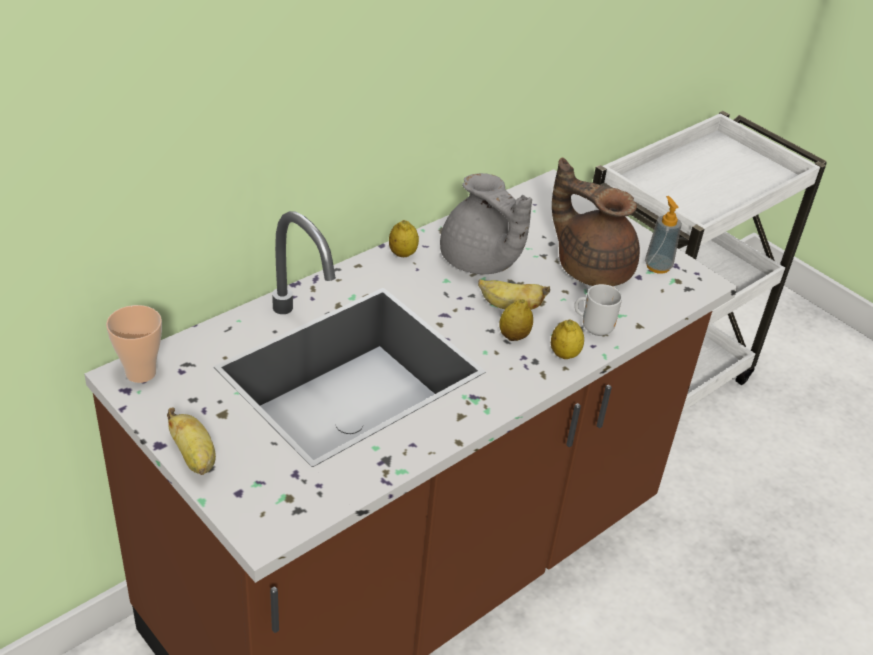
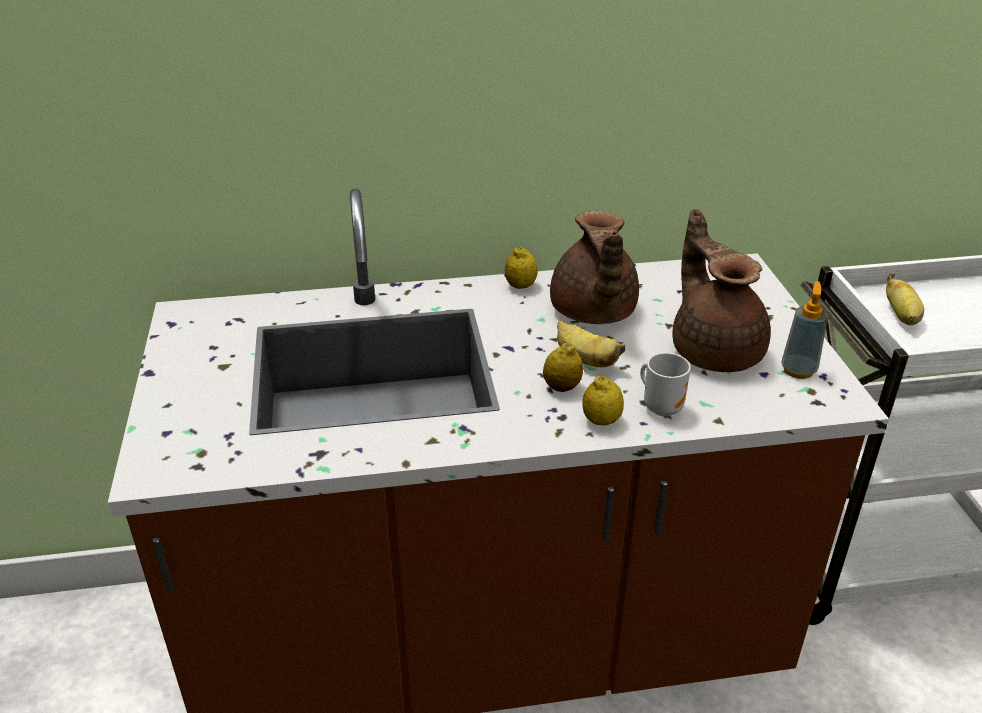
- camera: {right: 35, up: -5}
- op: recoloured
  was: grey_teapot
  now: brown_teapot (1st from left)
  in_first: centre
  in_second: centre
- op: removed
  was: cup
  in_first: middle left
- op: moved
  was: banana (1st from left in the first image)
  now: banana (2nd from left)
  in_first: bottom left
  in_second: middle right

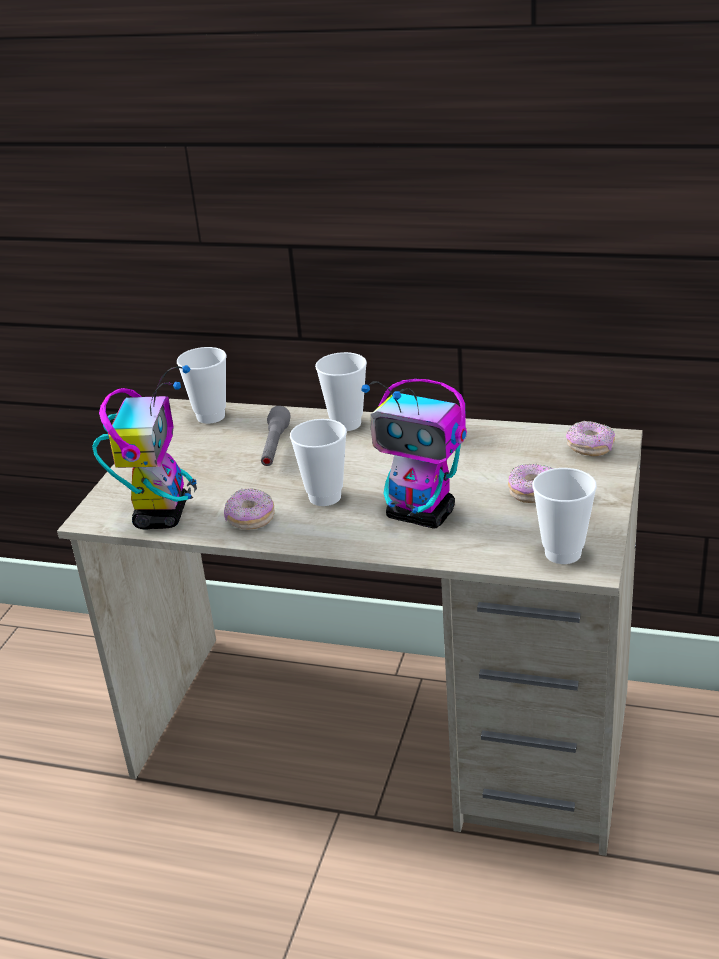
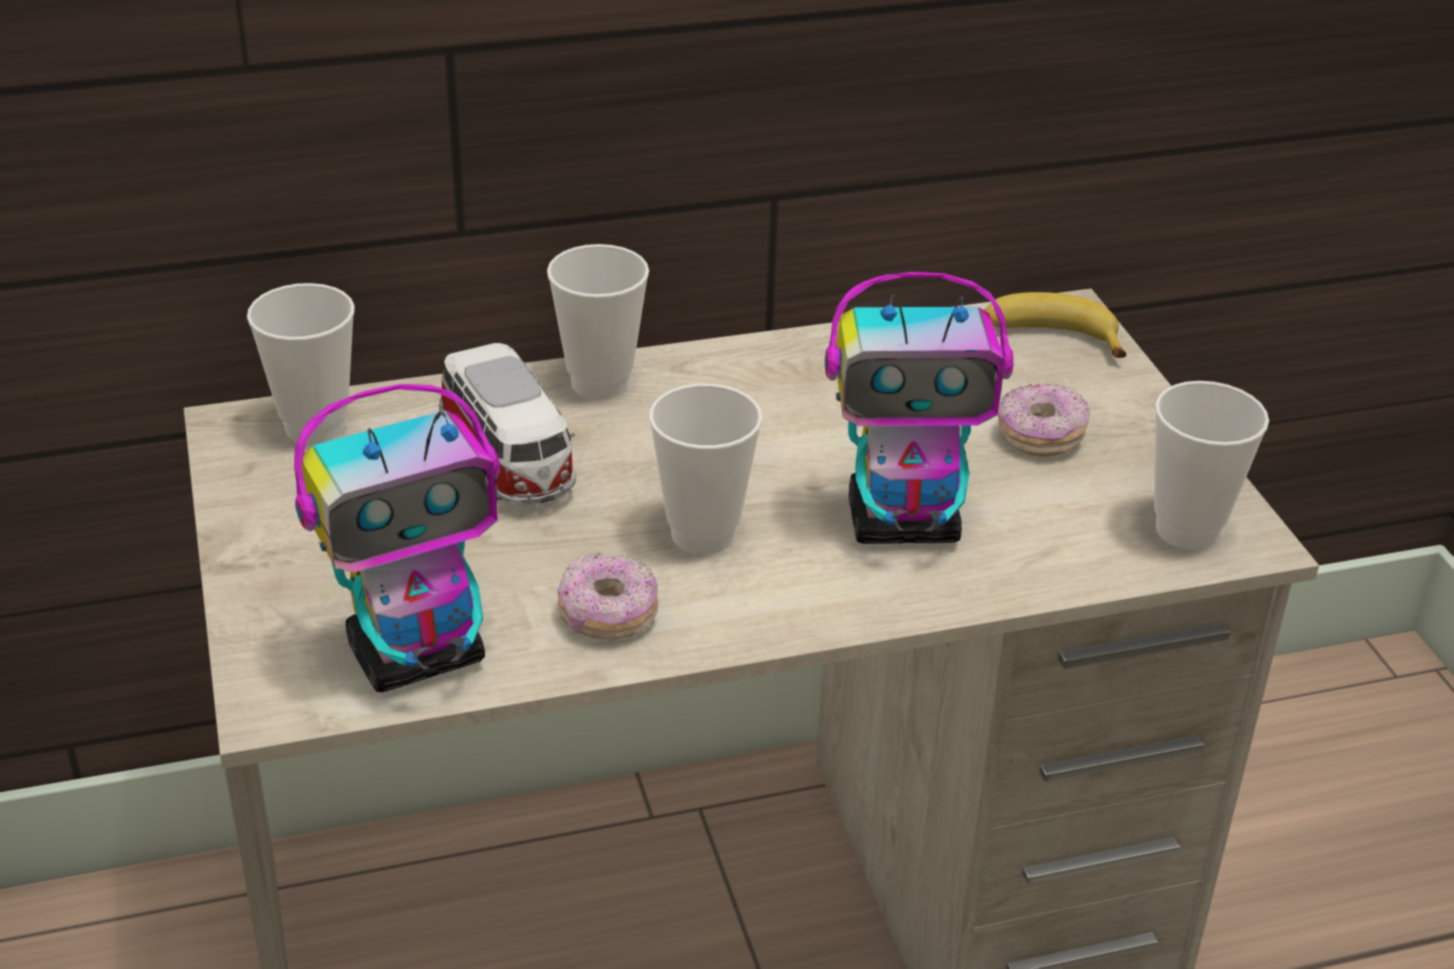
- camera: {right: -35, up: 5}
- op: turned
  was: toy_robot (1st from left)
  in_first: middle left
  in_second: middle left
  clockwise: 90
- op: replaced
  was: grey_flashlight
  now: toy_car
  in_first: centre
  in_second: centre
- op: replaced
  was: donut (3rd from left)
  now: banana
  in_first: middle right
  in_second: middle right

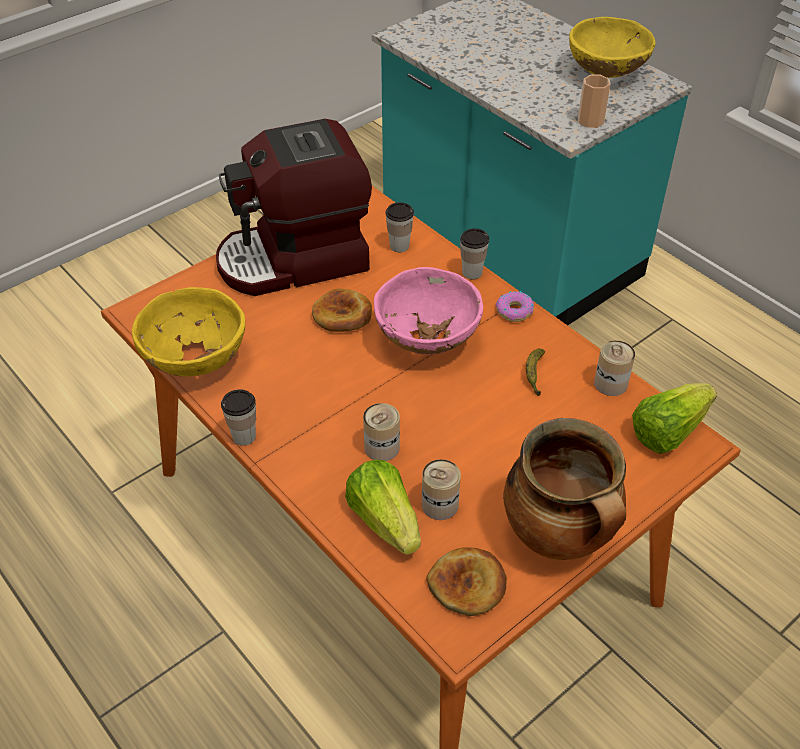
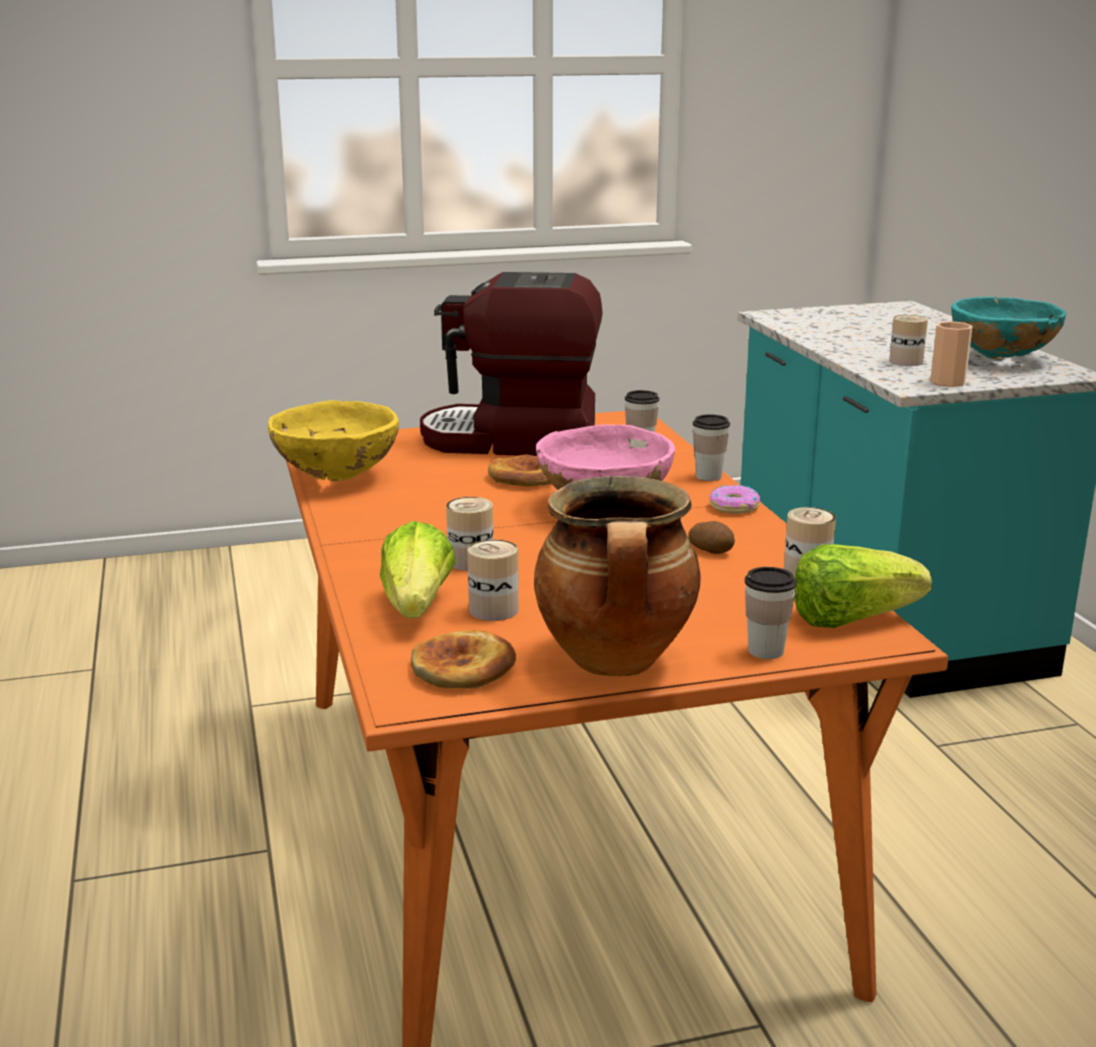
- camera: {right: 25, up: -25}
- op: recoloured
  was: yellow_bowl (2nd from left)
  now: turquoise_bowl
  in_first: top right
  in_second: top right
- op: replaced
  was: banana
  now: potato
  in_first: middle right
  in_second: centre
- op: moved
  was: cup (1st from left in the first image)
  now: cup (3rd from left)
  in_first: middle left
  in_second: middle right
- op: added
  now: can (4th from left)
  in_second: top right

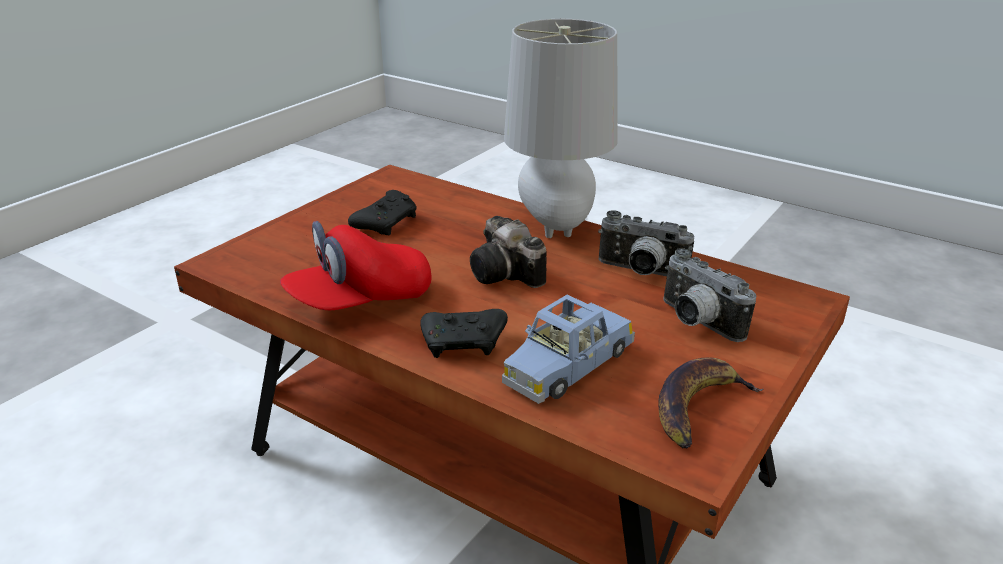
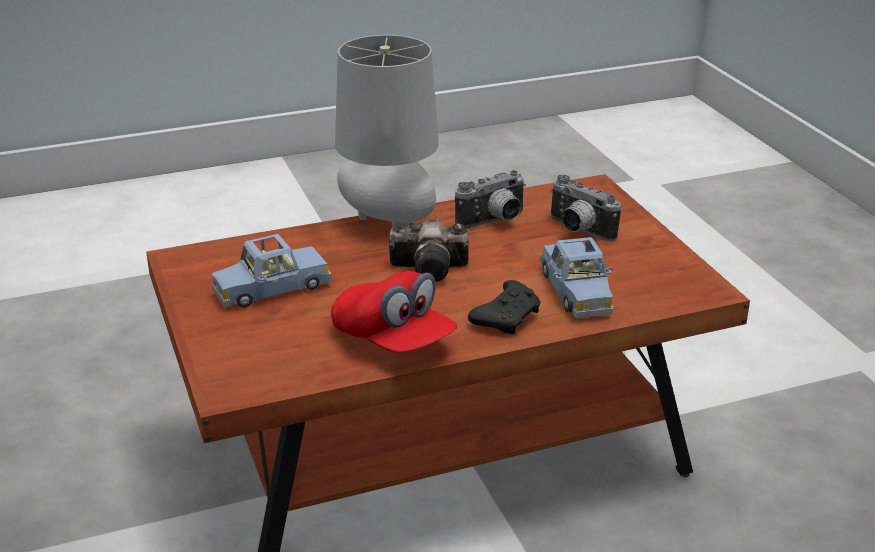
- camera: {right: -55, up: 0}
- op: replaced
  was: black_game_controller (1st from left)
  now: blue_toy_car (1st from left)
  in_first: centre
  in_second: middle left
- op: turned
  was: red_cap
  in_first: centre
  in_second: centre
  clockwise: -45
- op: turned
  was: photo_camera (3rd from left)
  in_first: middle right
  in_second: middle right
  clockwise: 45
- op: removed
  was: banana
  in_first: bottom right

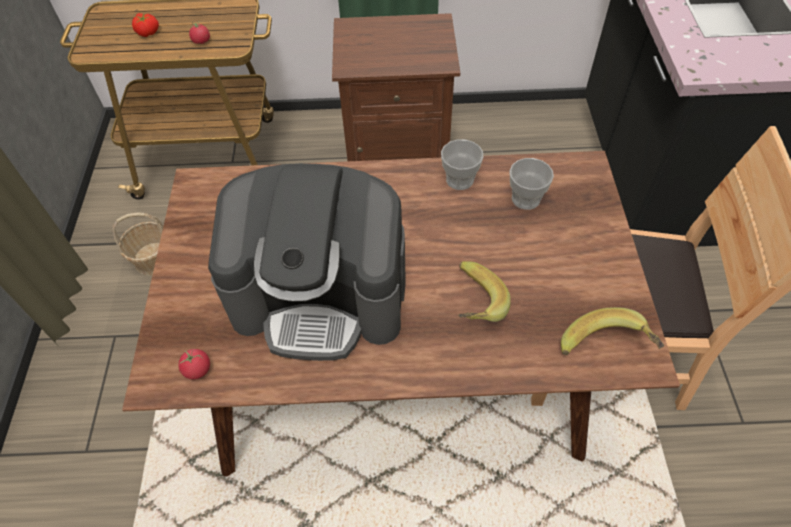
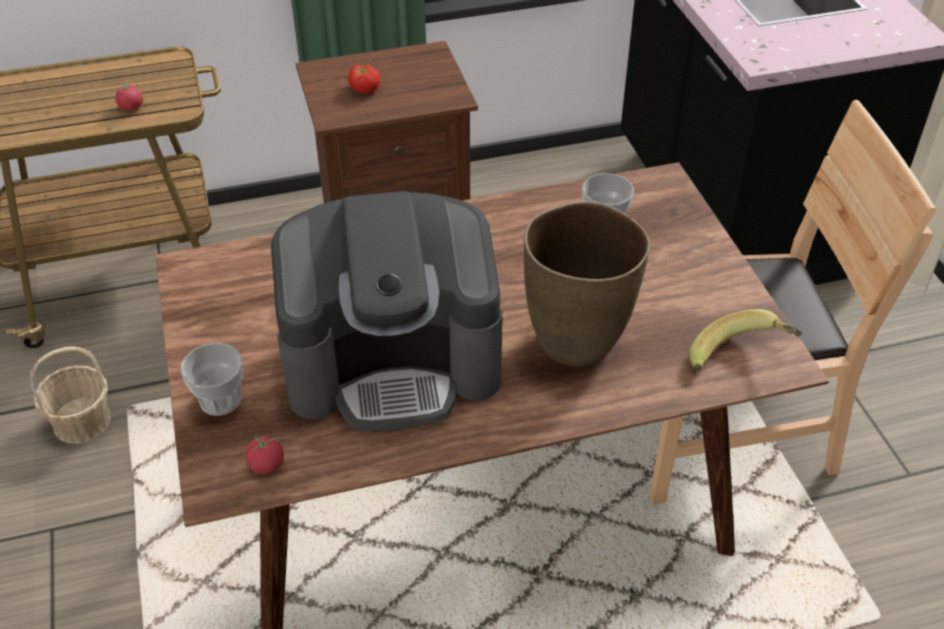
- camera: {right: -15, up: -10}
- op: moved
  was: tomato (1st from left in the first image)
  now: tomato (3rd from left)
  in_first: top left
  in_second: top centre
- op: moved
  was: cup (1st from left)
  in_first: top centre
  in_second: middle left
- op: replaced
  was: banana (1st from left)
  now: brown_vase
  in_first: centre
  in_second: centre

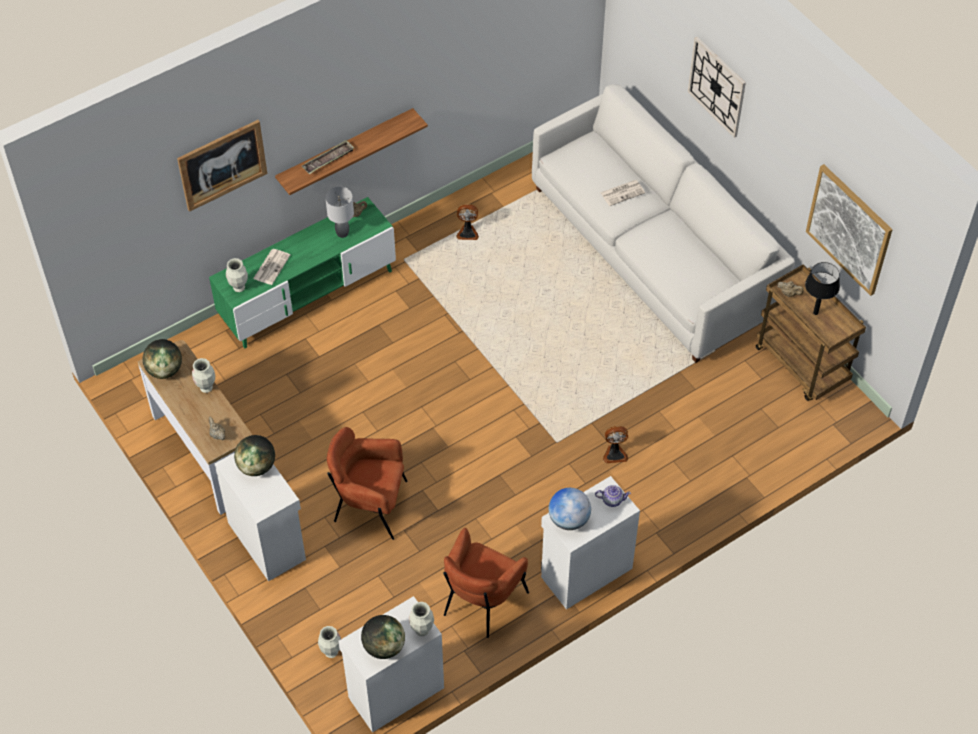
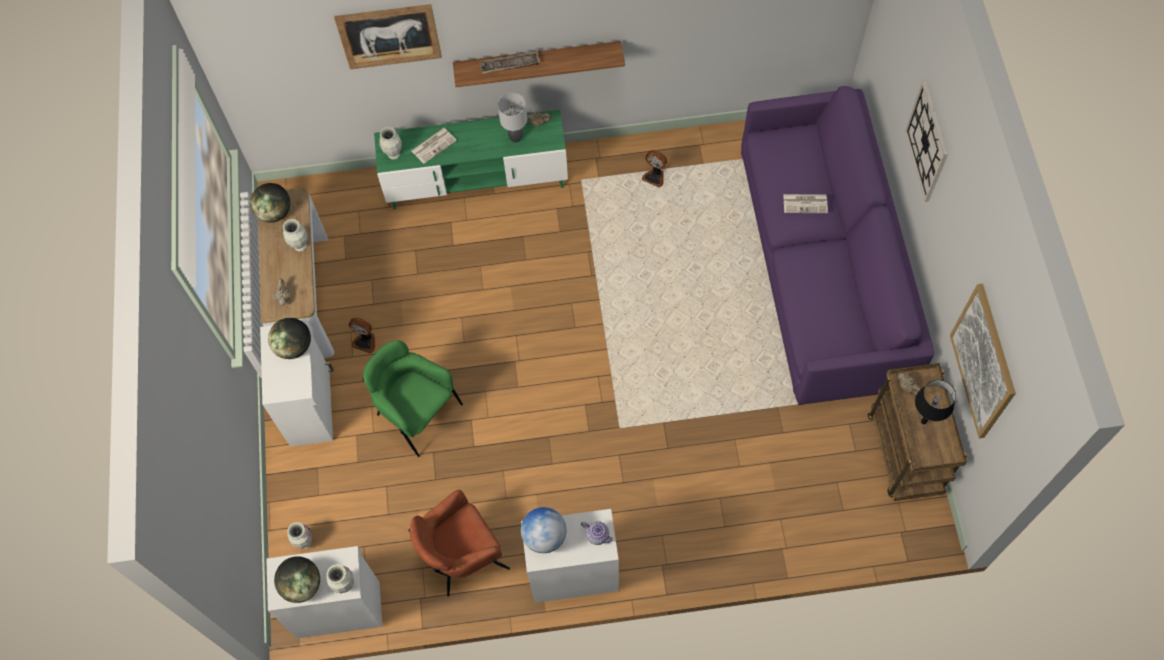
- camera: {right: 30, up: 10}
- op: recoloured
  was: white_sofa
  now: purple_sofa
  in_first: top right
  in_second: middle right
- op: moved
  was: fan (2nd from left in the first image)
  now: fan (1st from left)
  in_first: centre
  in_second: middle left
- op: recoloured
  was: brown_armchair (1st from left)
  now: green_armchair
  in_first: centre
  in_second: centre

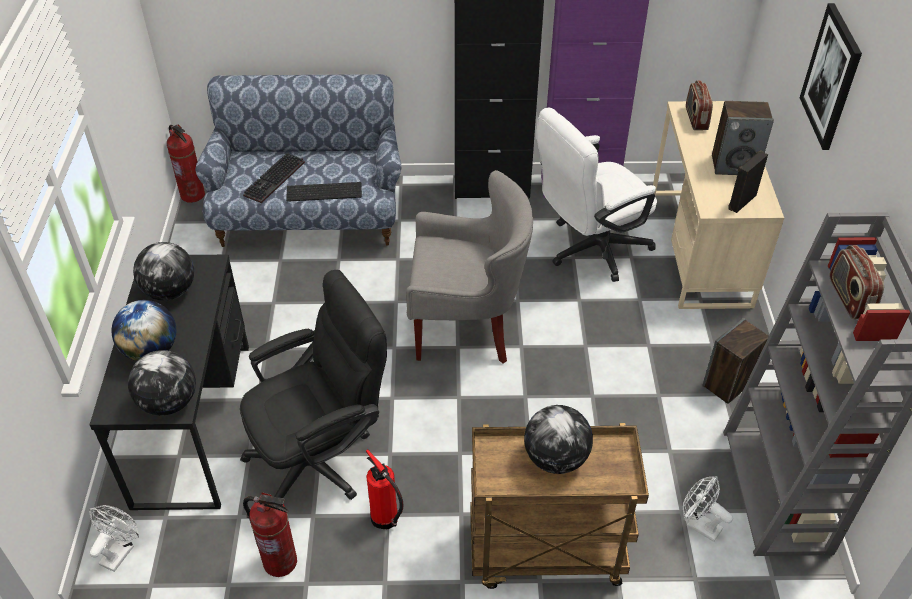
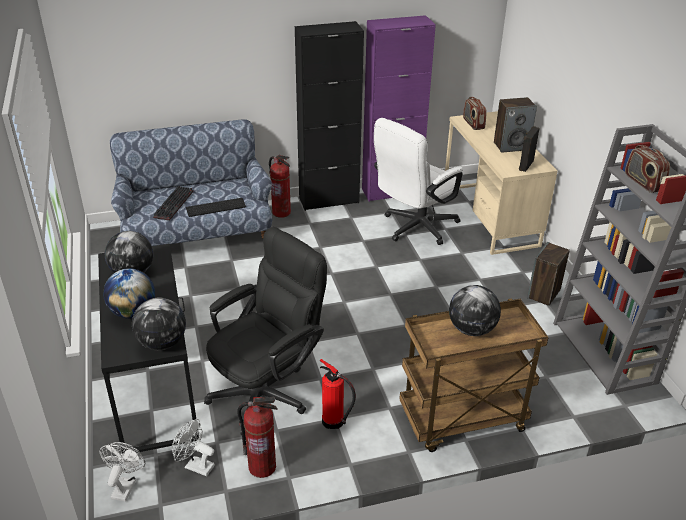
- camera: {right: -15, up: -10}
- op: removed
  was: picture
  in_first: top right
- op: moved
  was: fire_extinguisher (1st from left in the first image)
  now: fire_extinguisher (2nd from left)
  in_first: top left
  in_second: centre
- op: removed
  was: grey_armchair
  in_first: centre
- op: moved
  was: white_fan (2nd from left)
  in_first: bottom right
  in_second: bottom left

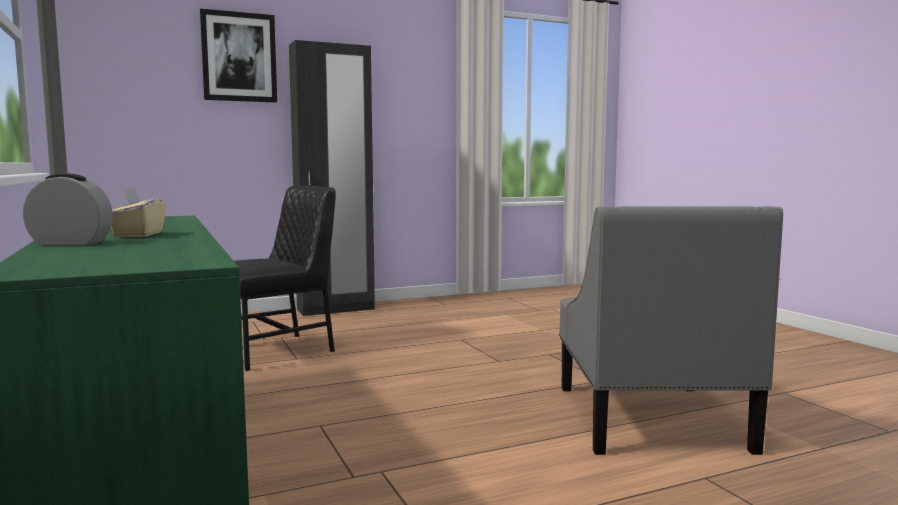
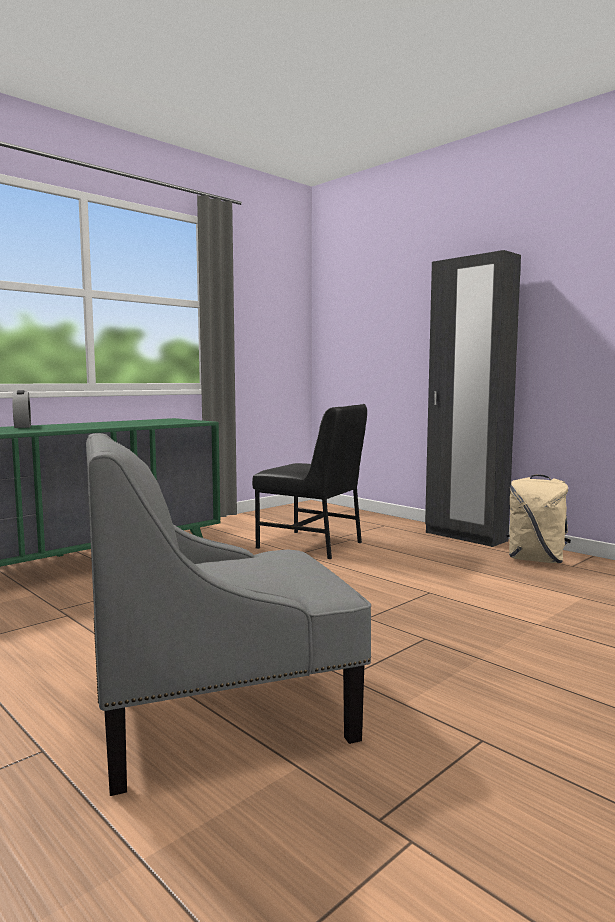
- camera: {right: 70, up: 0}
- op: removed
  was: picture
  in_first: top left
- op: removed
  was: beige_tissue_box
  in_first: middle left
- op: added
  now: beige_backpack
  in_second: middle right

